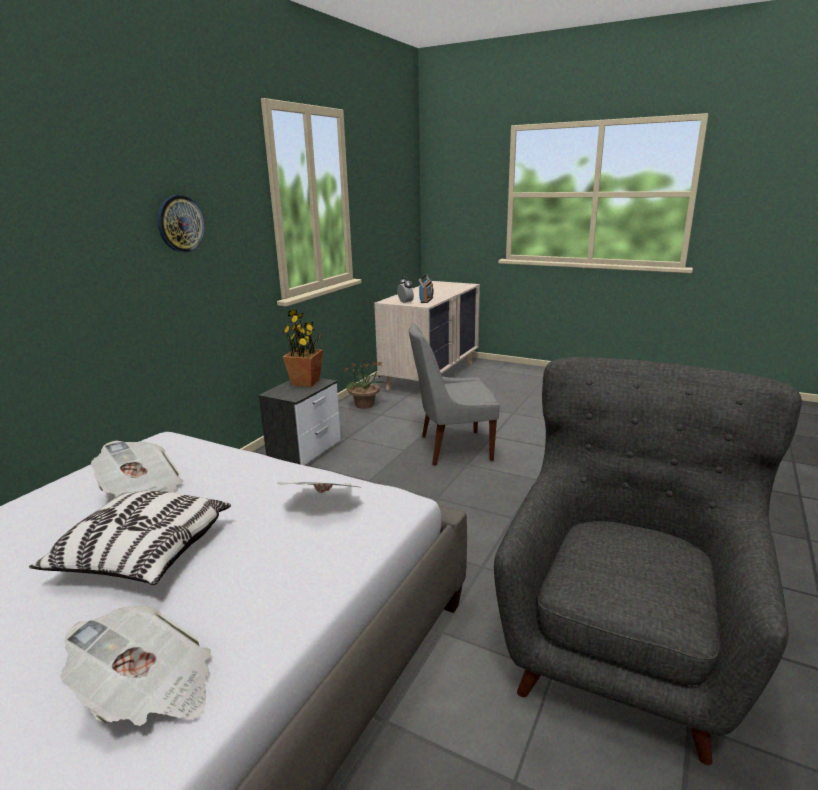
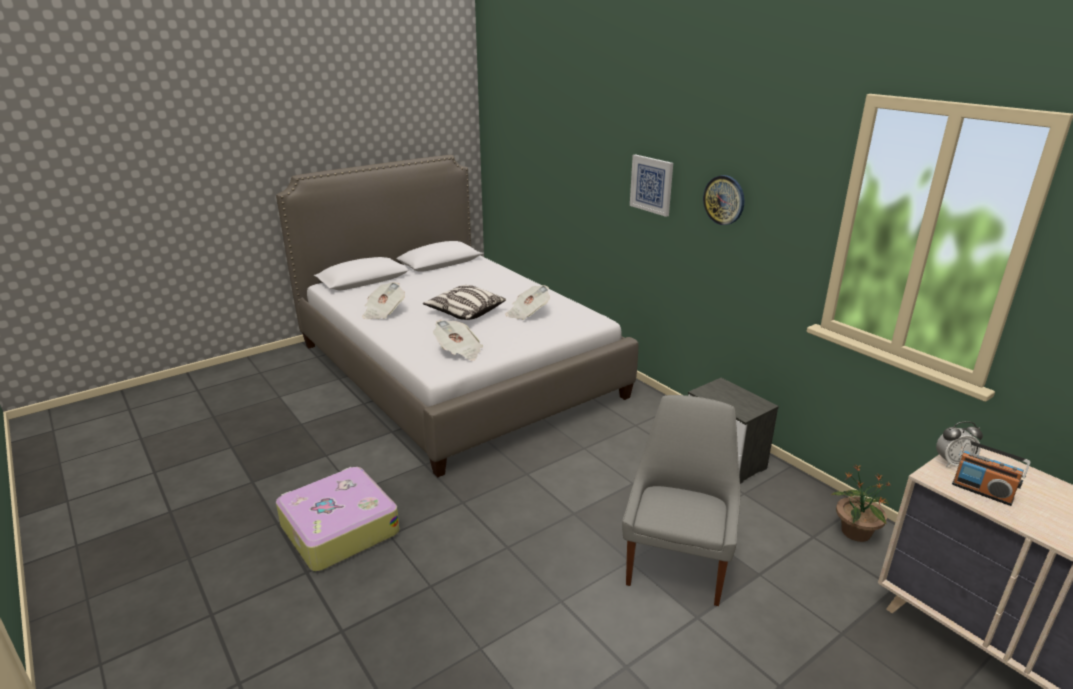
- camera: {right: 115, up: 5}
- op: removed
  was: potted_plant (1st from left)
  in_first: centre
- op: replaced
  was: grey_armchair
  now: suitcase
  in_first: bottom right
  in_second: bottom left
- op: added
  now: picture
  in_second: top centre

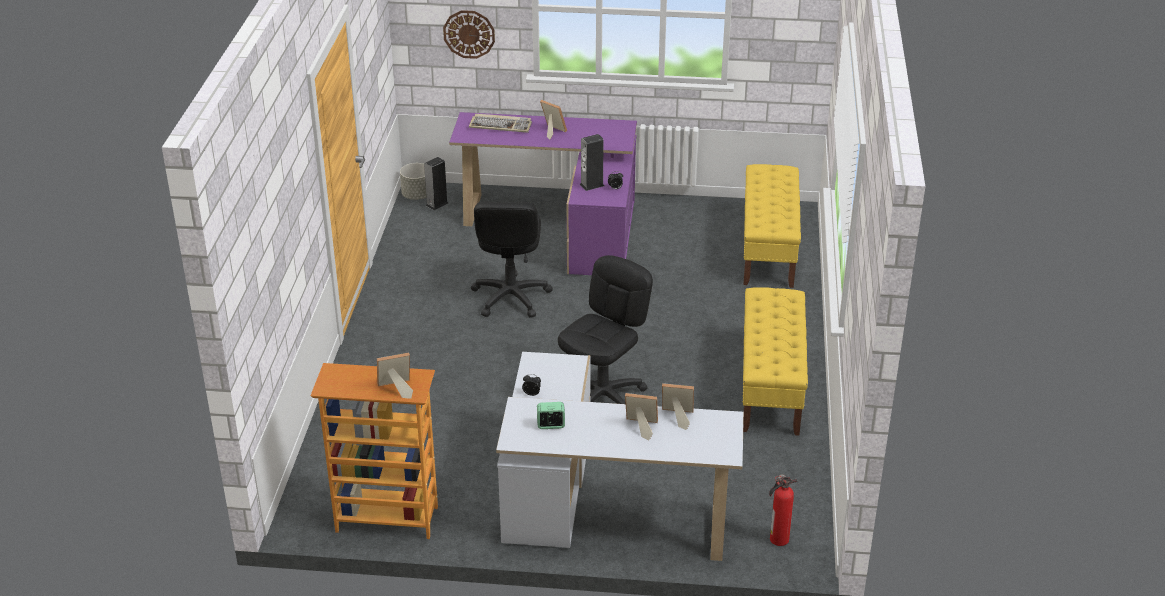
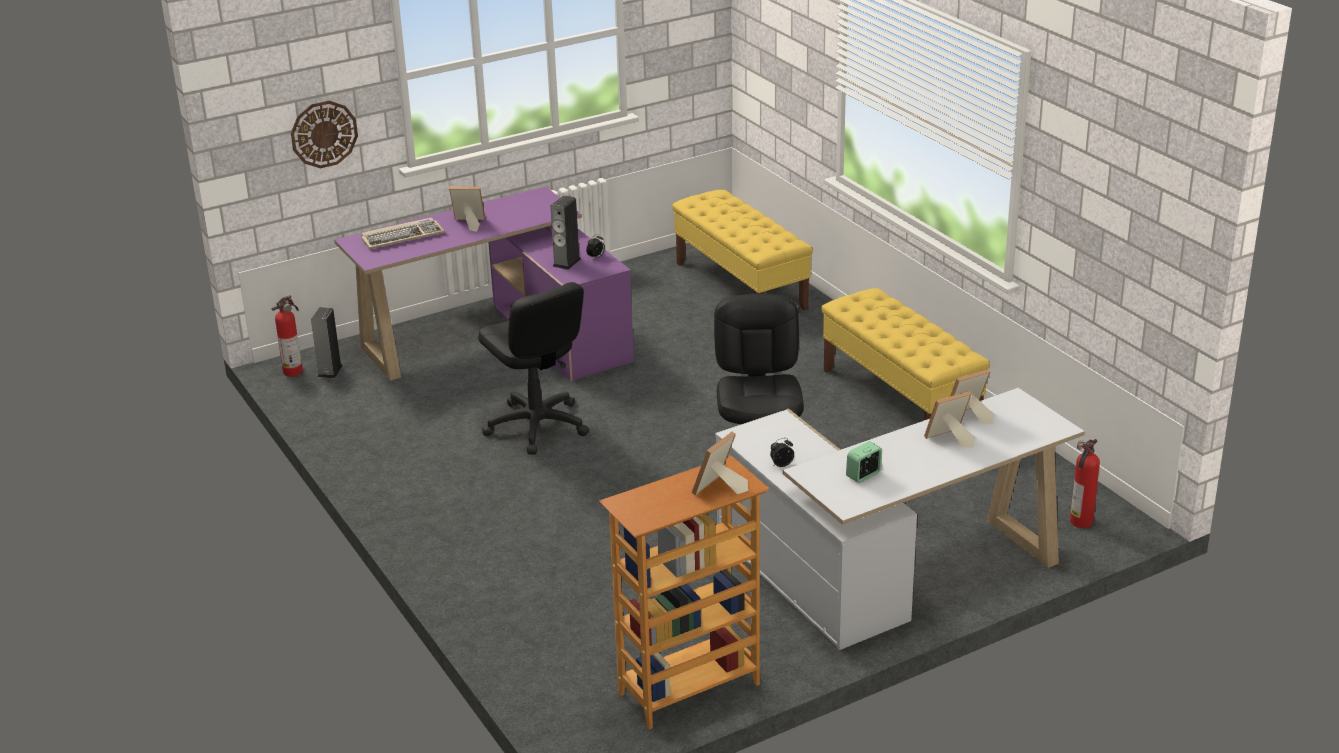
- camera: {right: -35, up: -5}
- op: replaced
  was: grey_planter
  now: fire_extinguisher (1st from left)
  in_first: top centre
  in_second: middle left

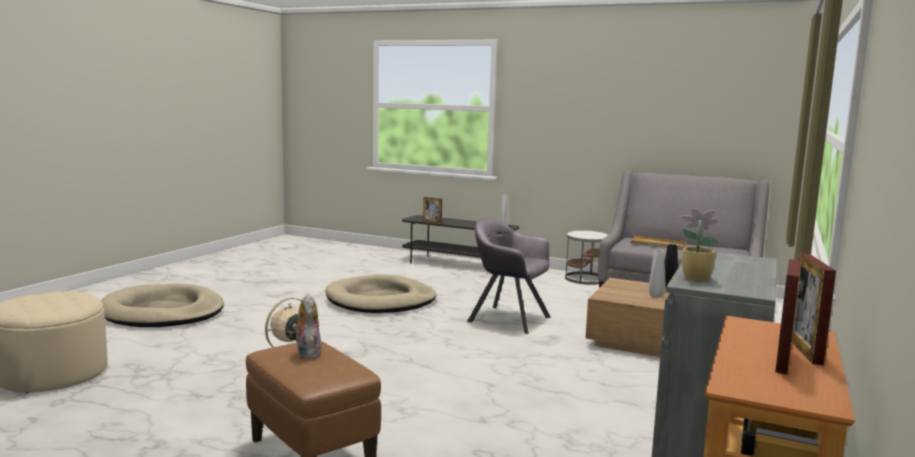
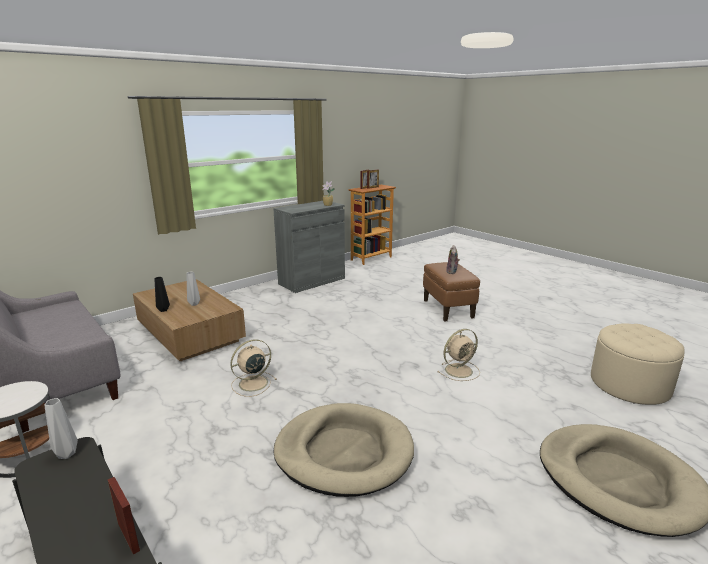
- camera: {right: -155, up: 10}
- op: replaced
  was: grey_armchair
  now: beige_fan (1st from left)
  in_first: centre
  in_second: centre
- op: removed
  was: beige_tray
  in_first: middle right

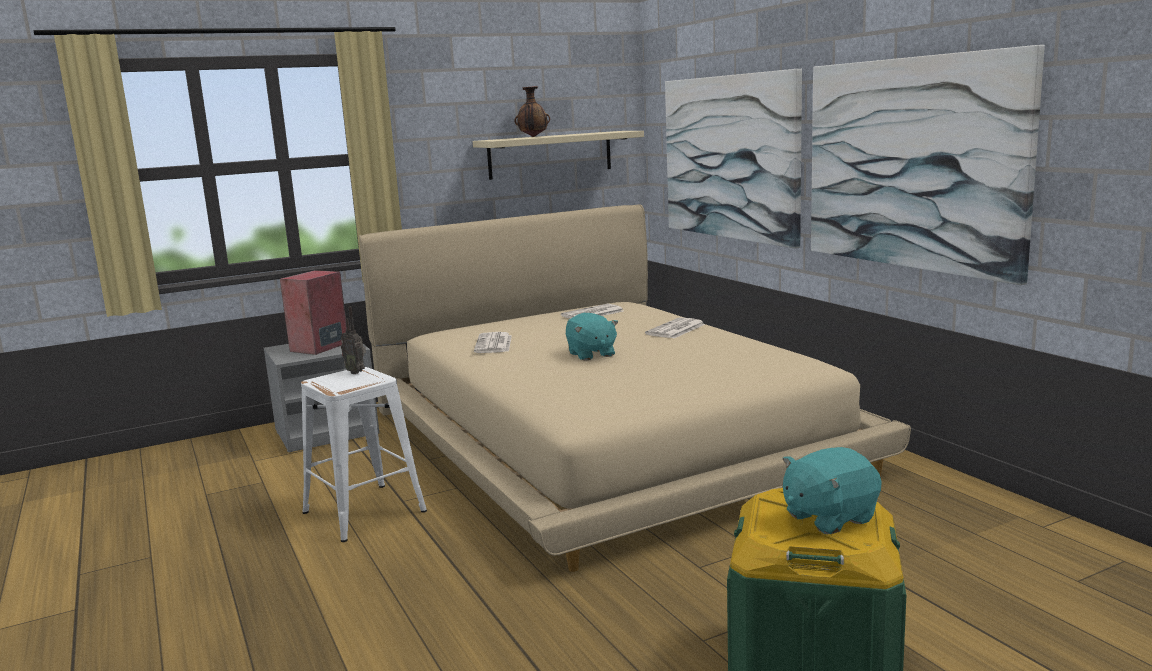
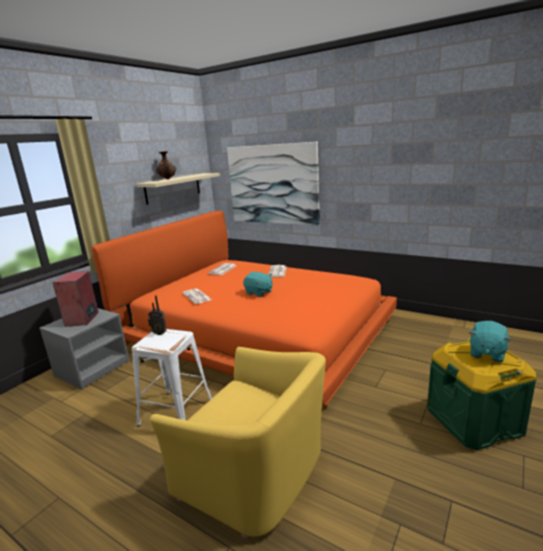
- camera: {right: -30, up: 5}
- op: removed
  was: picture (2nd from left)
  in_first: top right
- op: recoloured
  was: beige_bed
  now: orange_bed
  in_first: centre
  in_second: centre
- op: added
  now: yellow_armchair
  in_second: bottom centre

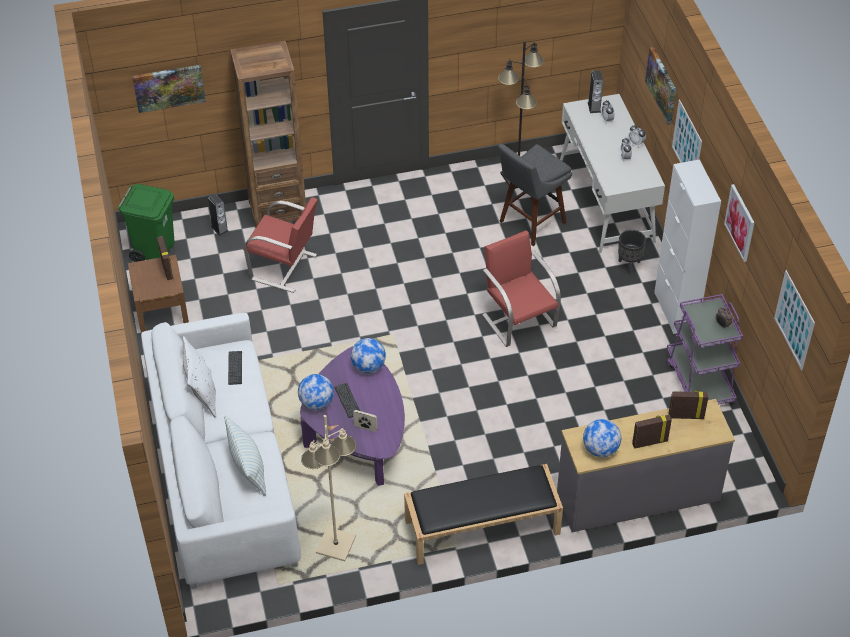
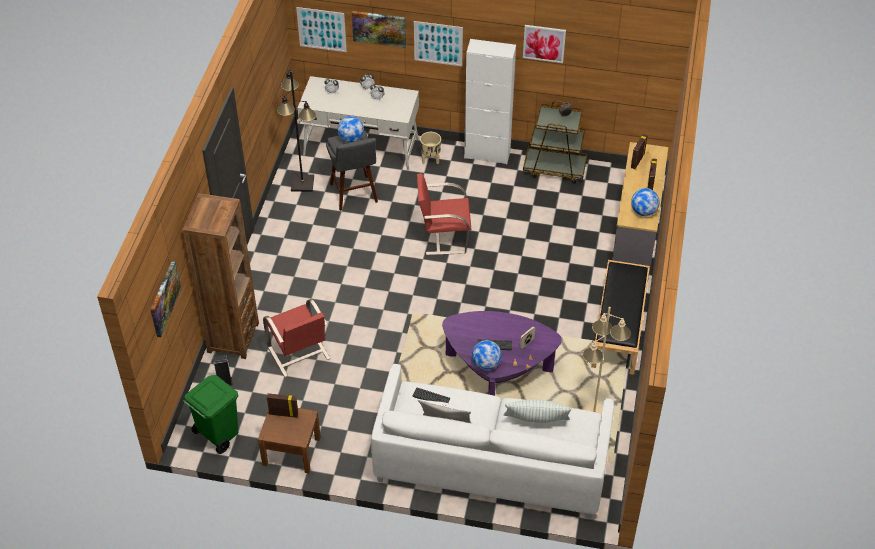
- camera: {right: -65, up: 0}
- op: removed
  was: speaker (2nd from left)
  in_first: top right
- op: turned
  was: red_chair (1st from left)
  in_first: middle left
  in_second: centre
  clockwise: 105
- op: recoloured
  was: black_planter
  now: beige_planter
  in_first: middle right
  in_second: top centre
- op: moved
  was: picture (5th from left in the first image)
  now: picture (2nd from left)
  in_first: middle right
  in_second: top centre
- op: recoloured
  was: purple_cart
  now: brown_cart
  in_first: middle right
  in_second: top centre
- op: moved
  was: globe (2nd from left in the first image)
  now: globe (1st from left)
  in_first: centre
  in_second: top centre

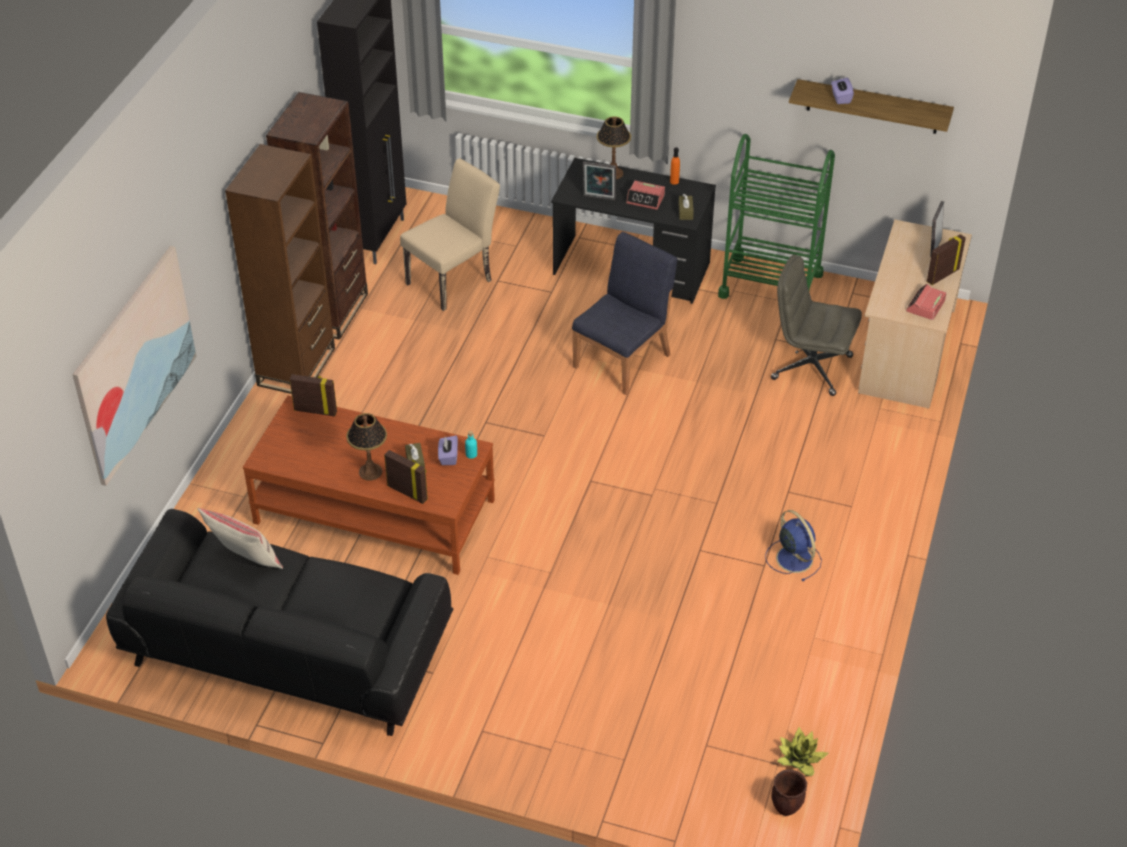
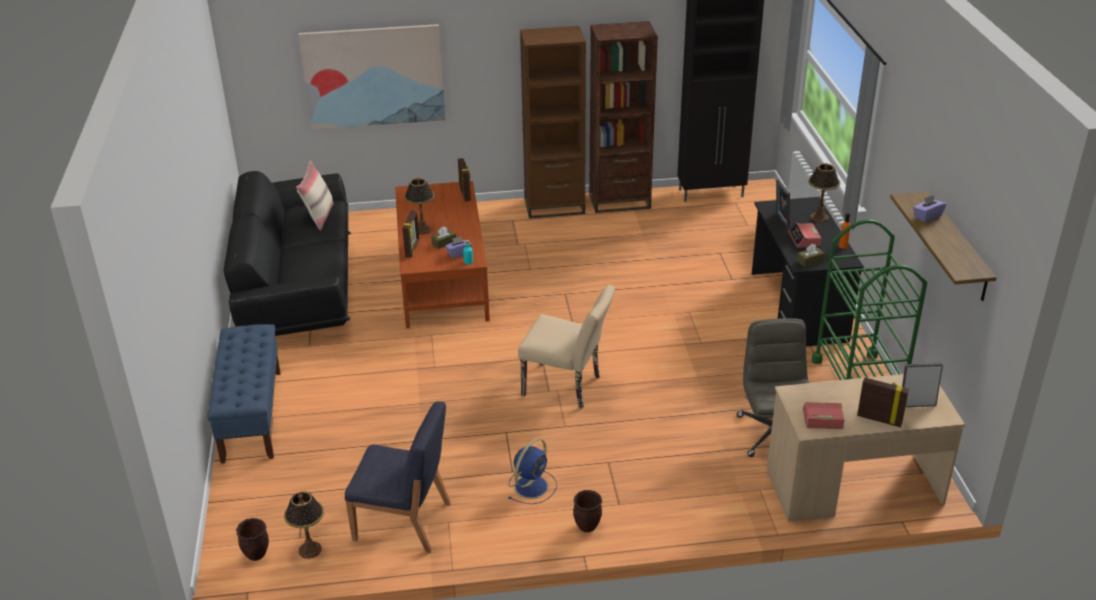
- camera: {right: 65, up: -10}
- op: moved
  was: beige_chair
  in_first: top centre
  in_second: centre
- op: moved
  was: blue_chair
  in_first: centre
  in_second: bottom centre
- op: replaced
  was: potted_plant
  now: table_lamp (1st from left)
  in_first: bottom right
  in_second: bottom left
- op: added
  now: blue_bench
  in_second: middle left
- op: added
  now: brown_planter (2nd from left)
  in_second: bottom centre

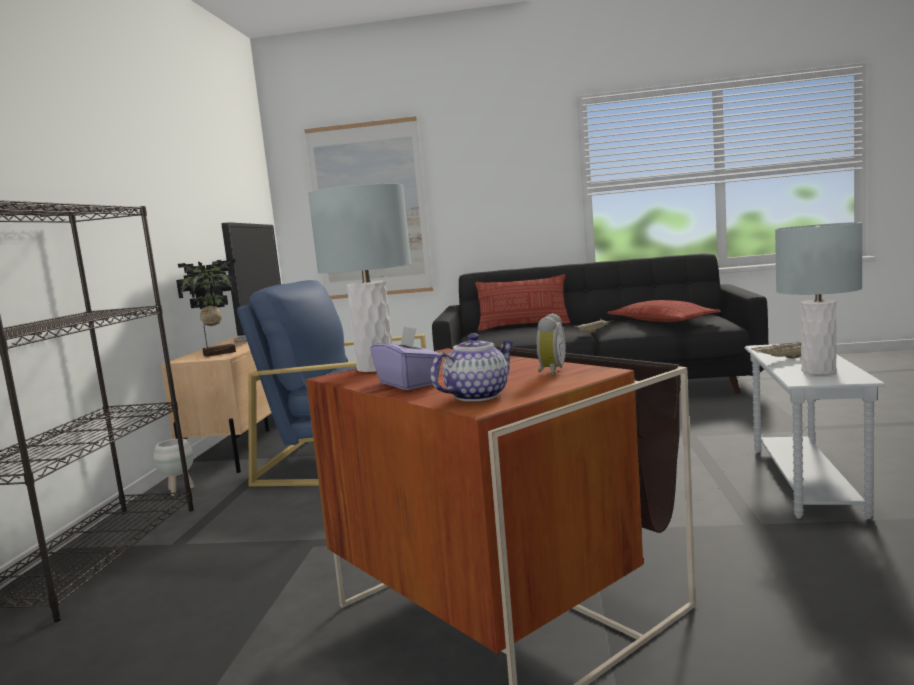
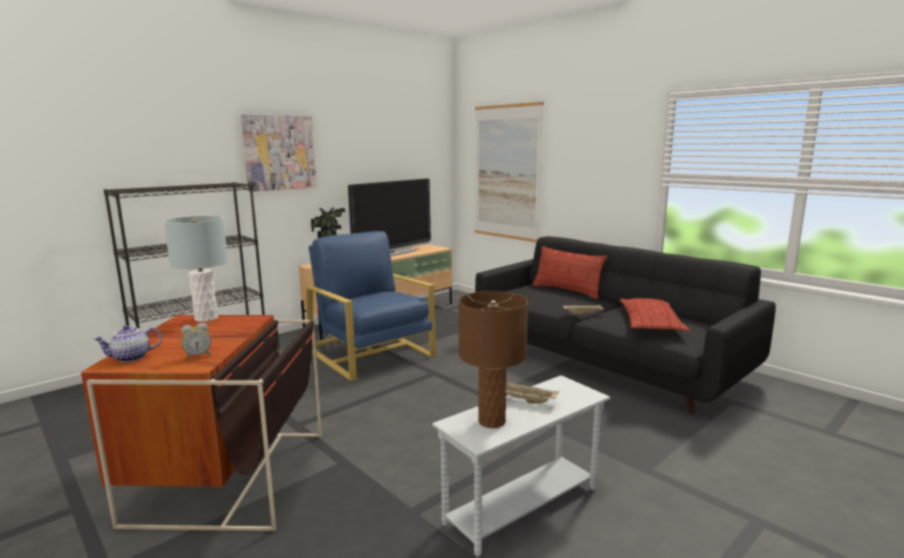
- camera: {right: 40, up: 5}
- op: recoloured
  was: grey_table_lamp (2nd from left)
  now: brown_table_lamp
  in_first: middle right
  in_second: centre
- op: removed
  was: purple_tissue_box
  in_first: centre
- op: turned
  was: teapot
  in_first: centre
  in_second: middle left
  clockwise: 150
- op: removed
  was: white_planter
  in_first: bottom left
- op: added
  now: picture (1st from left)
  in_second: top left

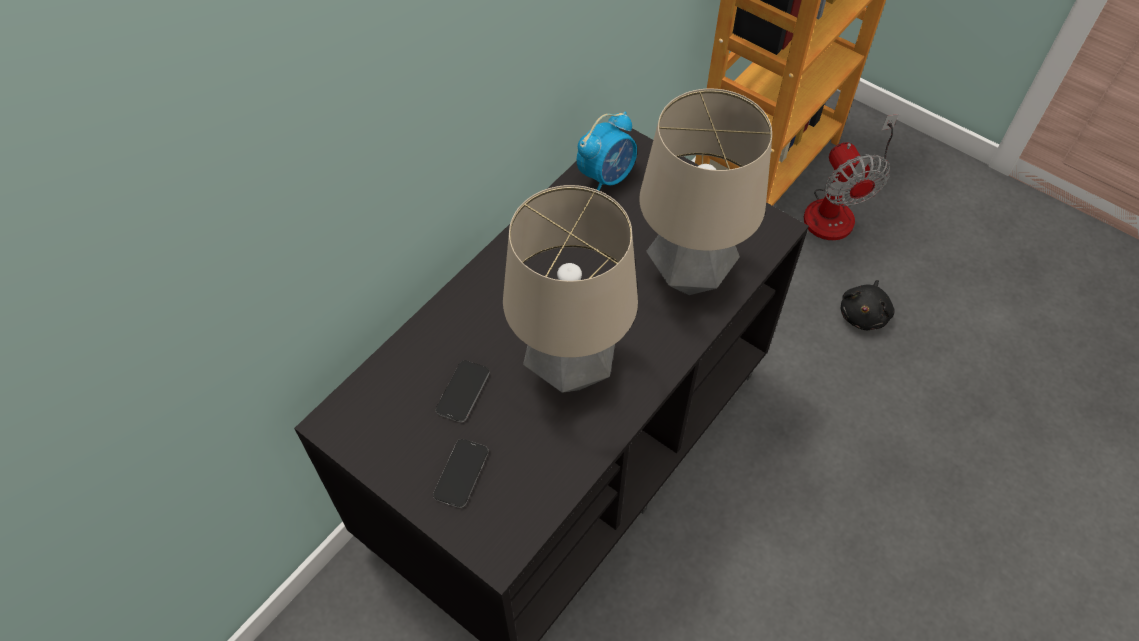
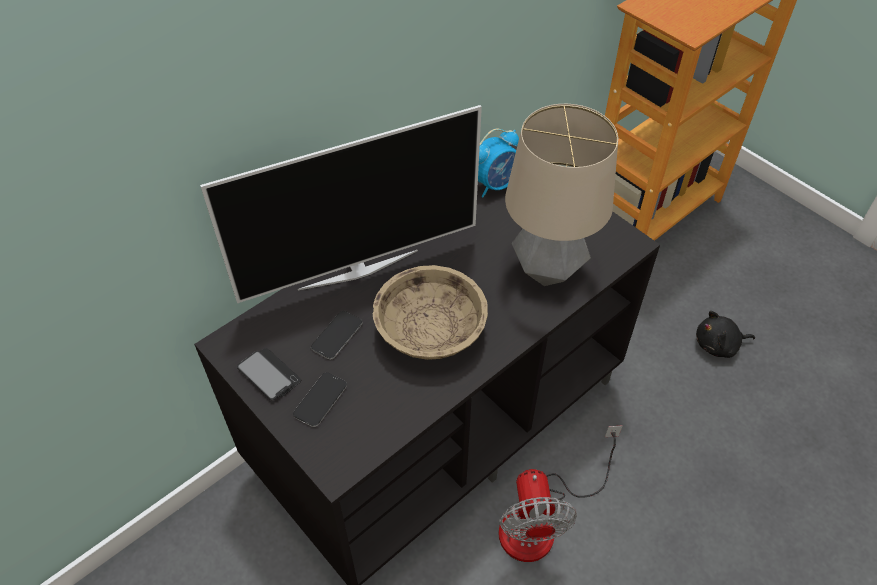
- camera: {right: 10, up: -5}
- op: moved
  was: fan
  in_first: top right
  in_second: bottom centre
- op: replaced
  was: table_lamp (1st from left)
  now: beige_bowl
  in_first: centre
  in_second: centre
- op: turned
  was: black_plush_toy
  in_first: middle right
  in_second: middle right
  clockwise: 45
- op: added
  now: television
  in_second: centre
- op: added
  now: phone (1st from left)
  in_second: middle left

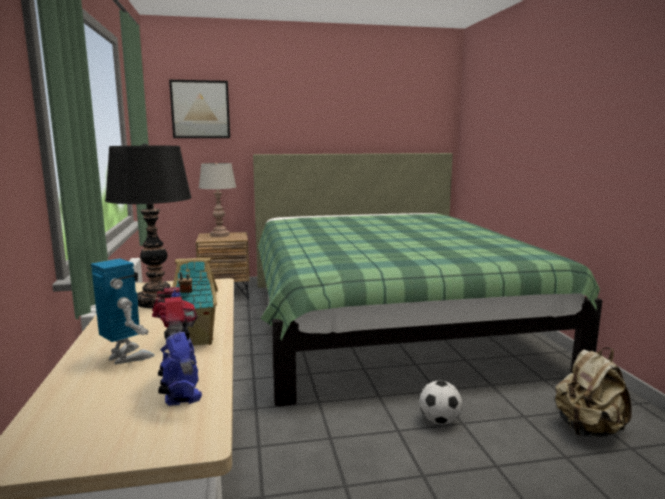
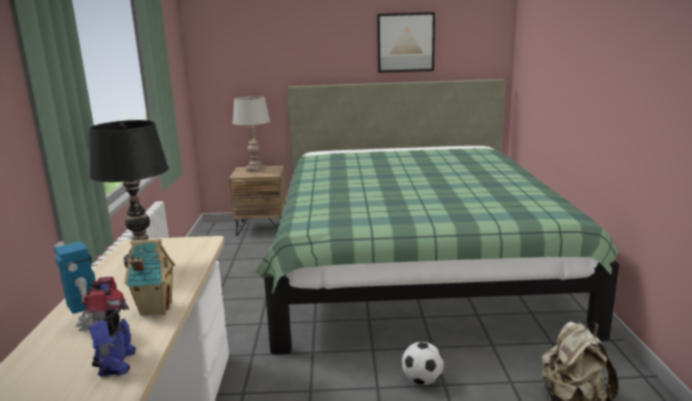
- camera: {right: 10, up: 5}
- op: moved
  was: picture
  in_first: top left
  in_second: top centre

